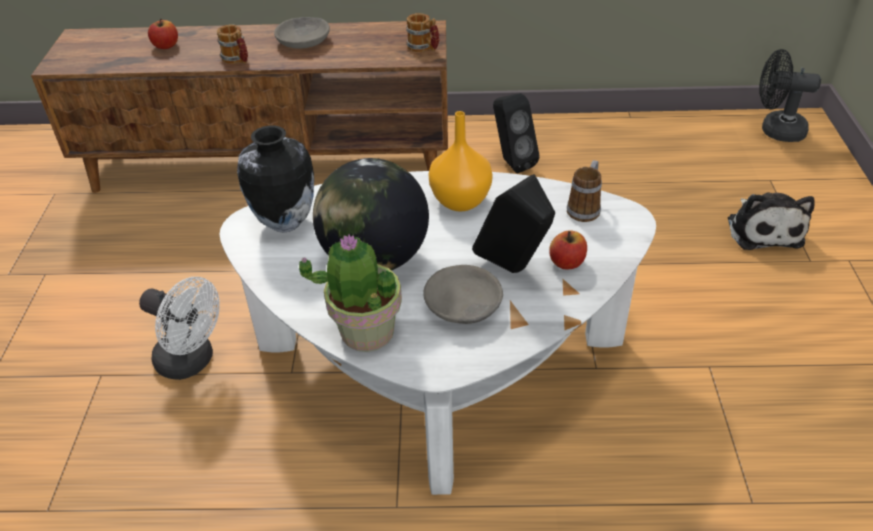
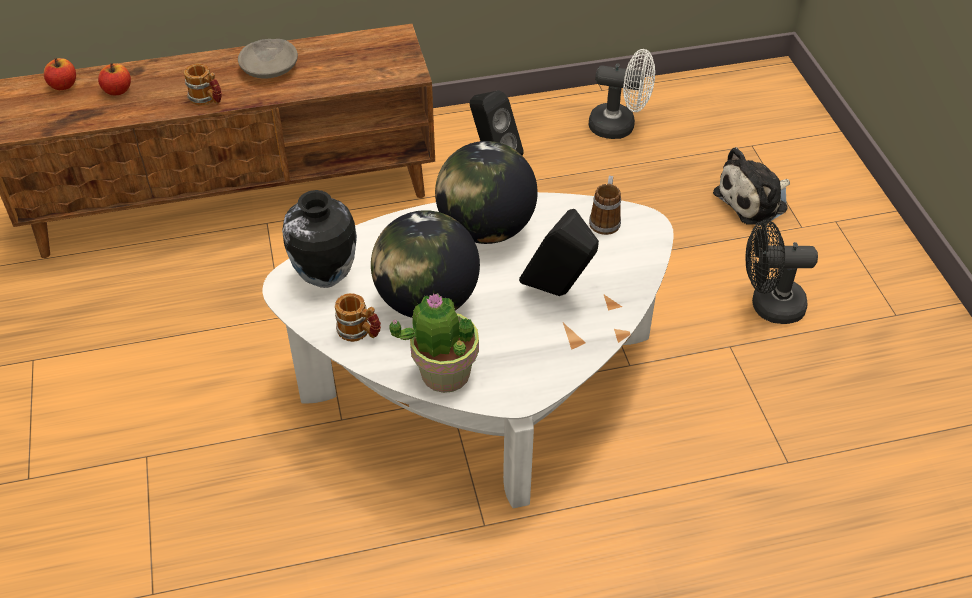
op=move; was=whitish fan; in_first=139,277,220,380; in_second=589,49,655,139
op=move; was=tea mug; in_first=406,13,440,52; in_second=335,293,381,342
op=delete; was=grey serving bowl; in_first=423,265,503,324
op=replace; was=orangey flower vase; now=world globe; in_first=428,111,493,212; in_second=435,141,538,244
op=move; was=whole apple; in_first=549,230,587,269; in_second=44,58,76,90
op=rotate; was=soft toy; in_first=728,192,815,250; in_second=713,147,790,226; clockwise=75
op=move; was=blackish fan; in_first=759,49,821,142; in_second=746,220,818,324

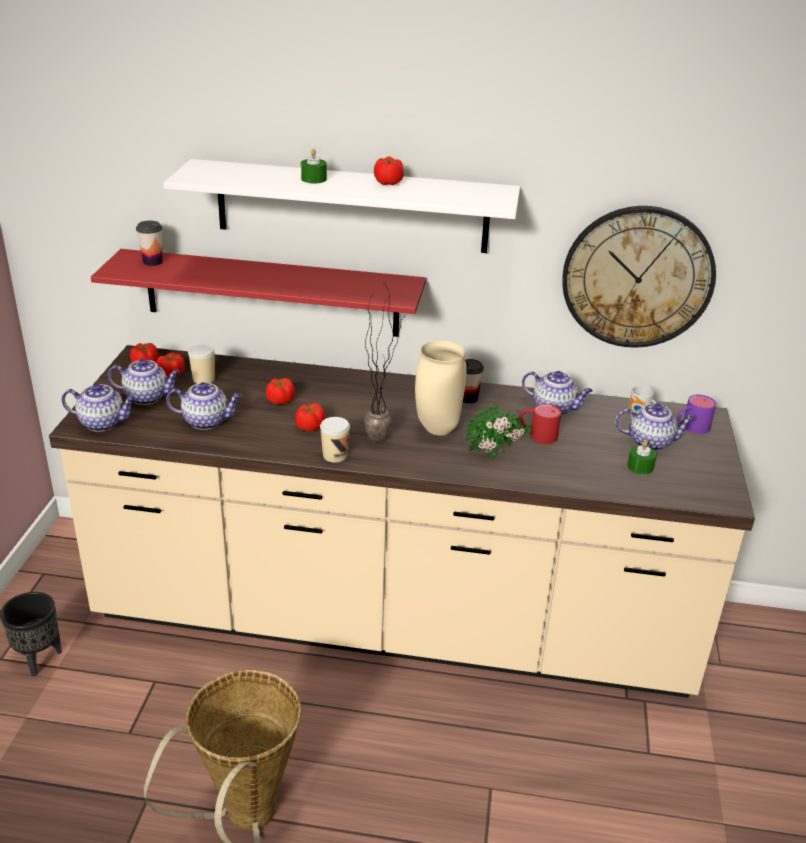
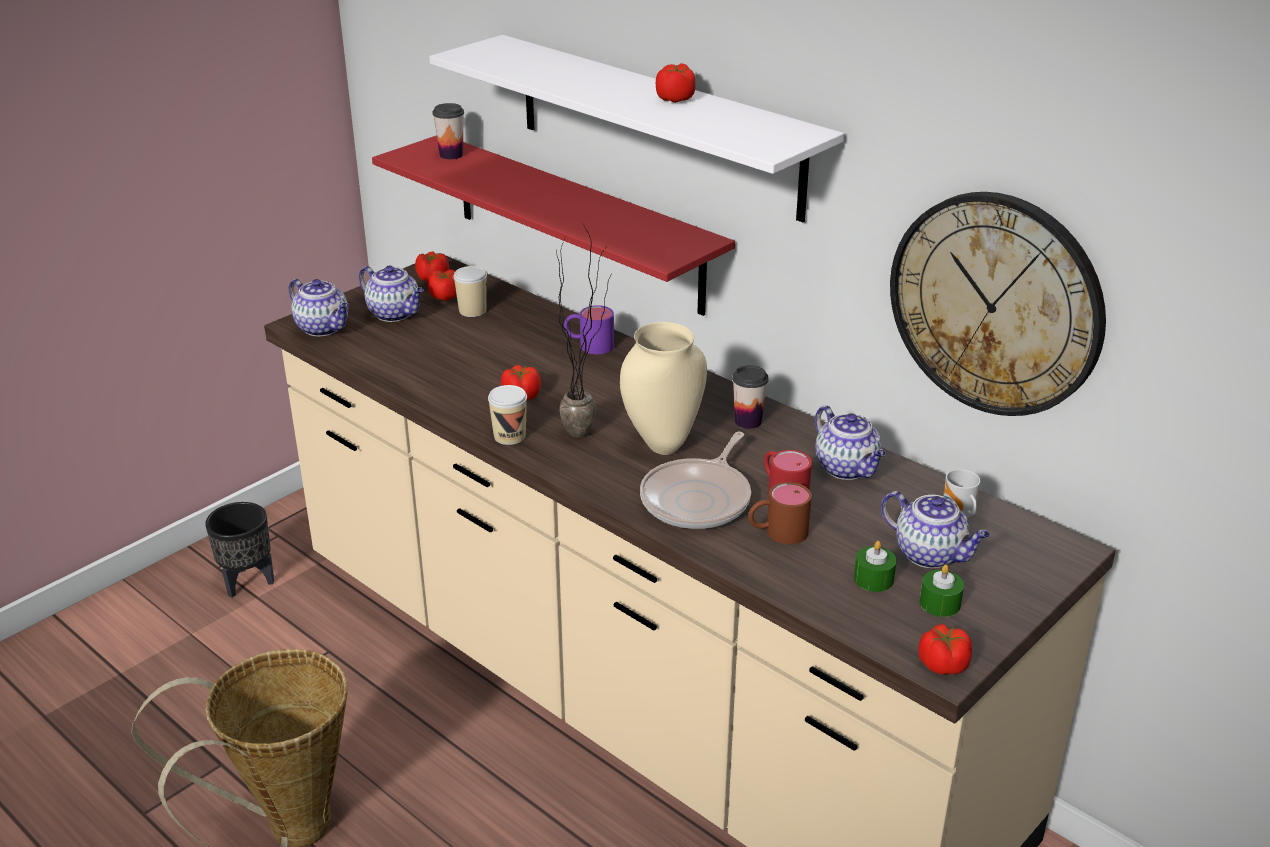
op=delete; was=pot for tea; in_first=166,382,242,430
op=move; was=fresh tomato; in_first=266,378,295,405; in_second=918,624,972,674
op=move; was=green-coloured wax light; in_first=301,149,327,183; in_second=920,565,964,617
op=replace; was=plant in a pot; now=pan; in_first=465,404,533,458; in_second=640,431,751,529
op=move; was=purplish tea mug; in_first=677,395,716,434; in_second=564,305,614,354
op=insert; now=brown-coloured tea mug; in_second=748,482,812,544

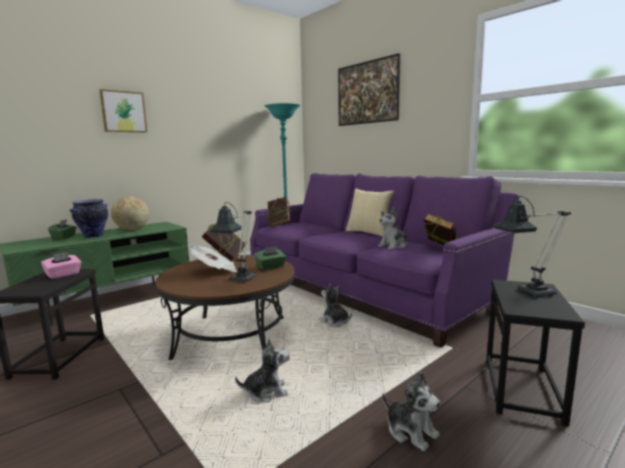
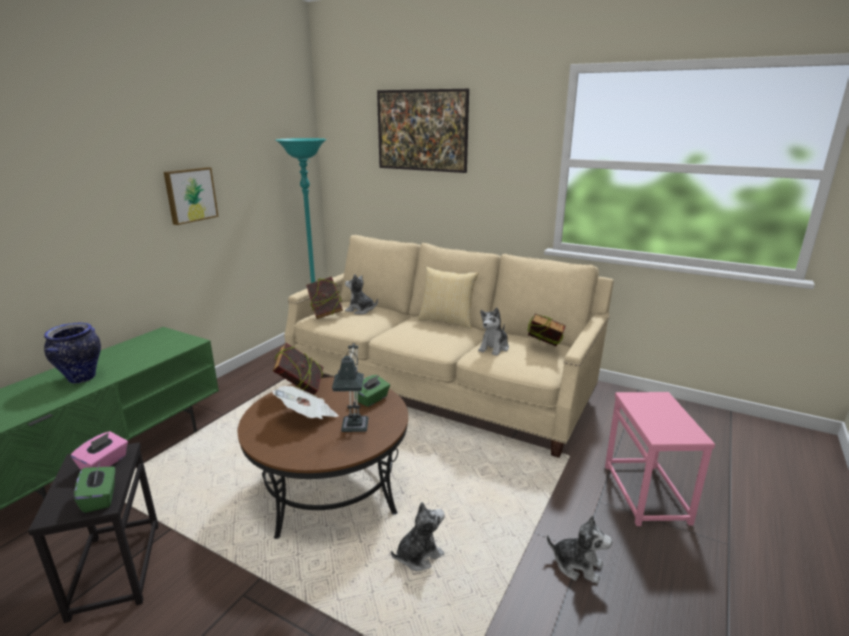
op=move; was=green-coloured tissue holder; in_first=48,219,76,240; in_second=74,463,115,513
op=move; was=wall art; in_first=99,89,147,132; in_second=164,167,219,225
op=delete; was=world globe; in_first=111,196,149,230
op=recolor; was=purplish settee; now=beige-coloured settee; in_first=250,173,519,348; in_second=284,235,614,458
op=move; was=soft toy; in_first=319,284,352,327; in_second=345,274,378,315
op=recolor; was=blackish side table; now=pinkish side table; in_first=486,280,585,426; in_second=605,392,715,526
op=delete; was=table lamp; in_first=494,196,571,297

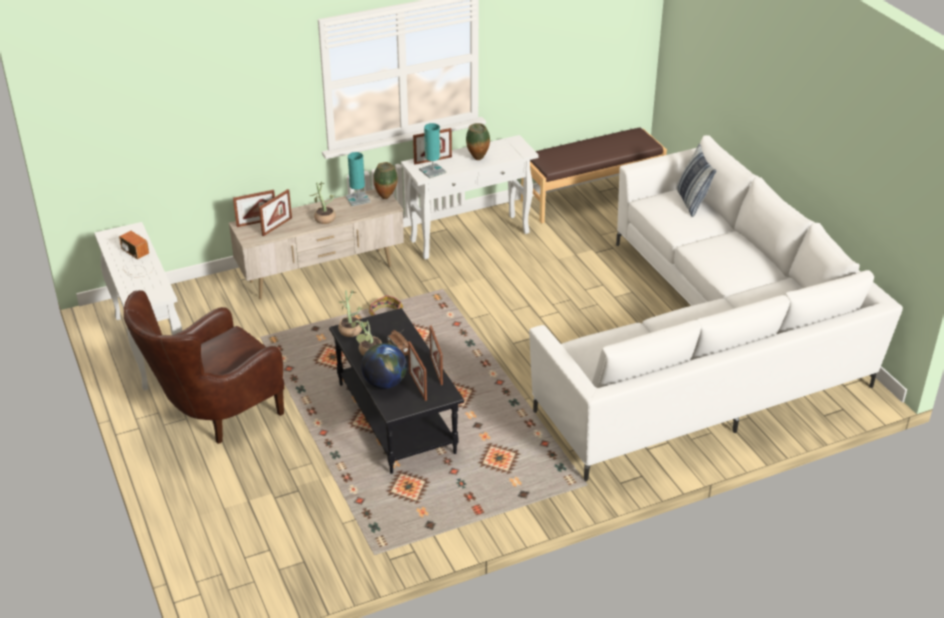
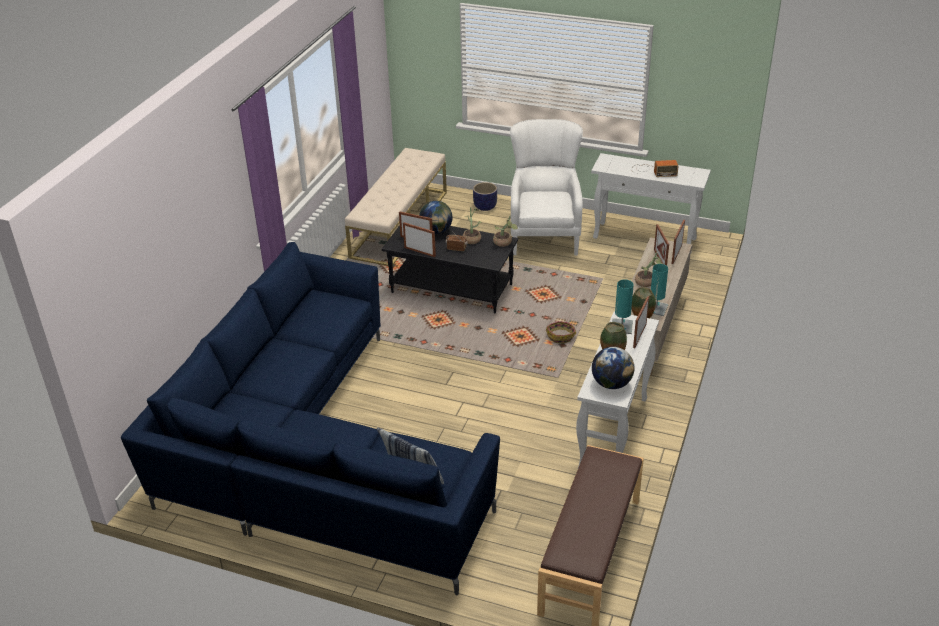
op=recolor; was=brown-coloured lounge chair; now=whitish lounge chair; in_first=124,290,284,444; in_second=510,119,583,255
op=recolor; was=whitish settee; now=bluish settee; in_first=529,135,903,482; in_second=121,242,500,595
op=insert; now=beige-coloured long seat; in_second=345,148,447,266
op=insert; now=flower pot; in_second=473,182,497,211
op=insert; now=world globe; in_second=592,347,635,389

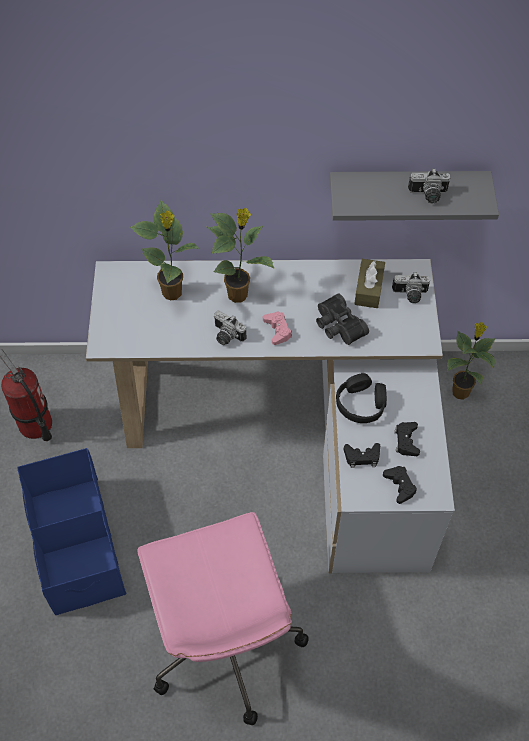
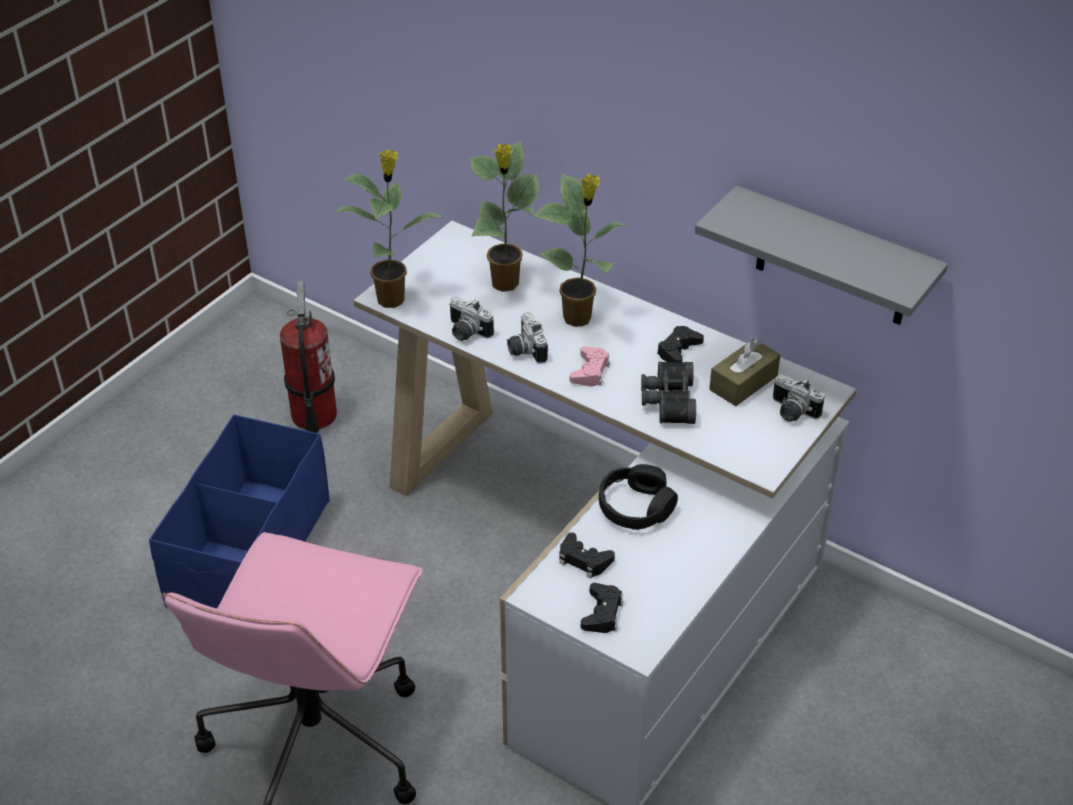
op=move; was=blackish game controller; in_first=394,422,420,456; in_second=657,326,704,362
op=move; was=photo camera; in_first=408,168,450,203; in_second=449,297,494,341
op=move; was=plant in a pot; in_first=447,322,496,400; in_second=332,150,443,308

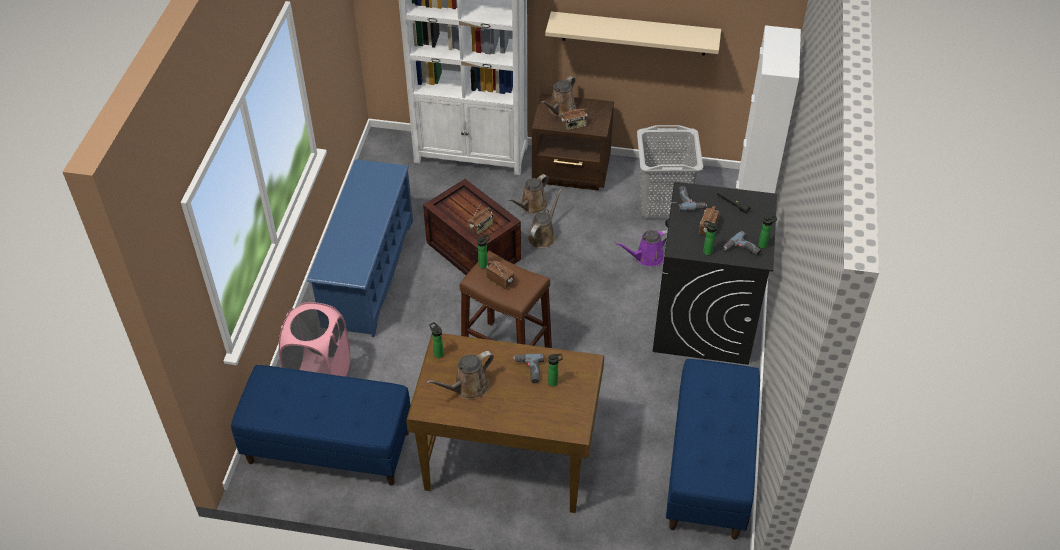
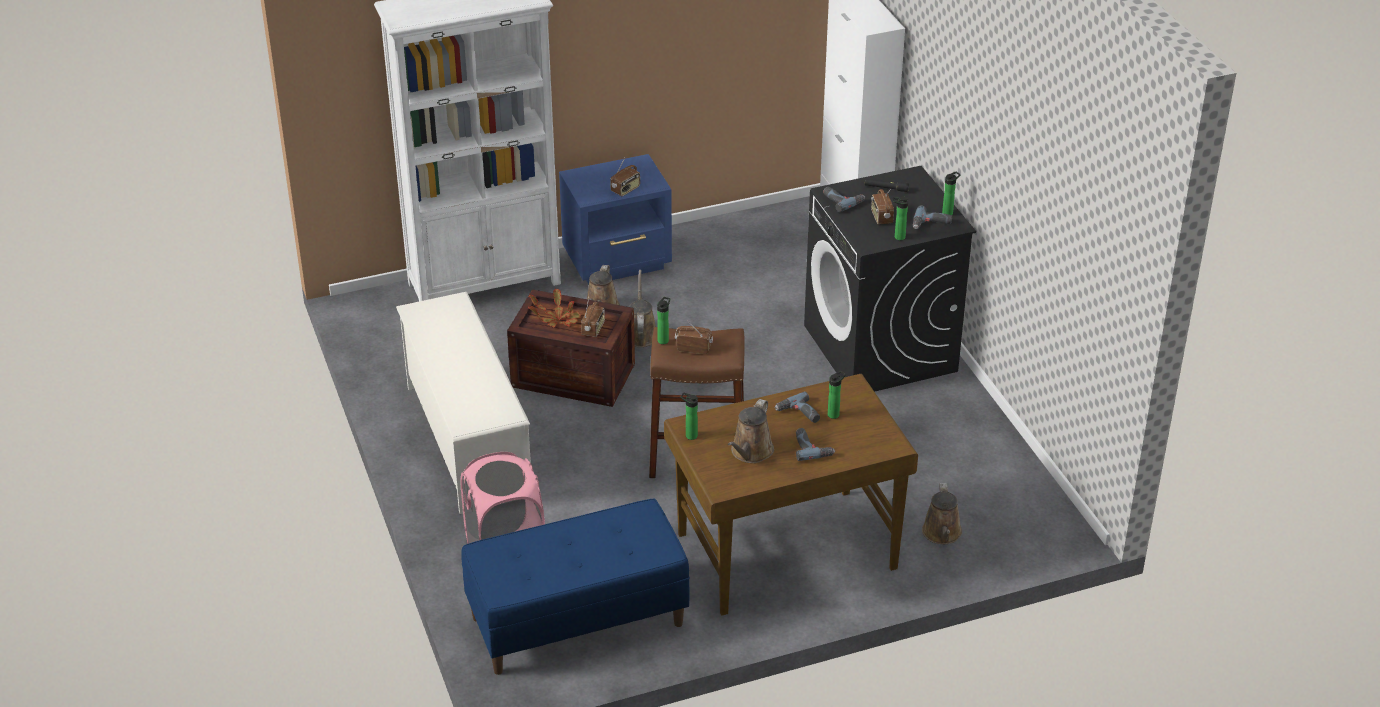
op=recolor; was=bluish shoe shelf; now=whitish shoe shelf; in_first=307,159,413,337; in_second=396,292,531,514
op=recolor; was=brown-coloured night table; now=bluish night table; in_first=532,93,614,191; in_second=559,154,672,284
op=move; was=brown-coloured sprinkling can; in_first=541,76,576,117; in_second=922,483,962,544
op=delete; was=beige-coloured shelf; in_first=545,11,721,55
op=delete; was=purplish sprinkling can; in_first=616,230,667,266
op=delete; was=grey hamper; in_first=637,125,703,219
op=delete; was=bluish long seat; in_first=666,359,760,540
op=insert; now=plant in a pot; in_second=528,288,581,328
op=insert; now=drill; in_second=796,428,835,461

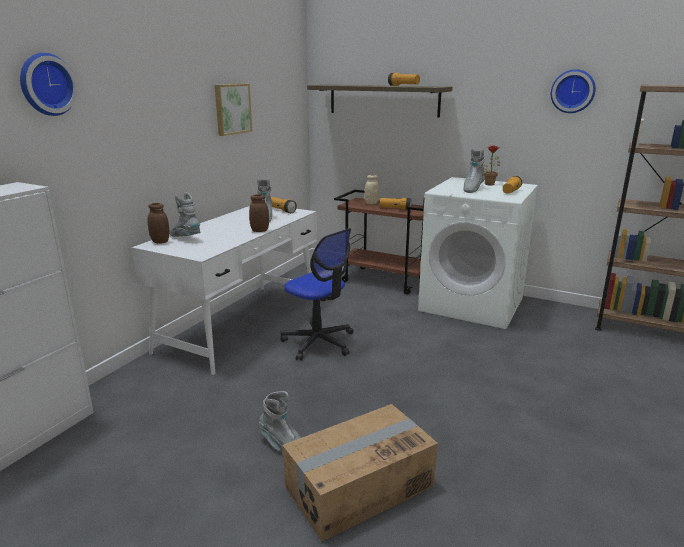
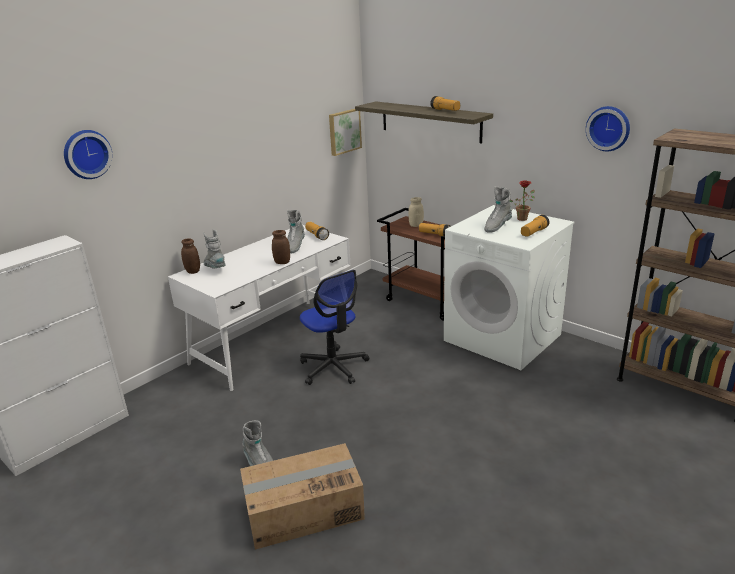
op=move; was=wall art; in_first=215,84,252,136; in_second=329,109,362,156

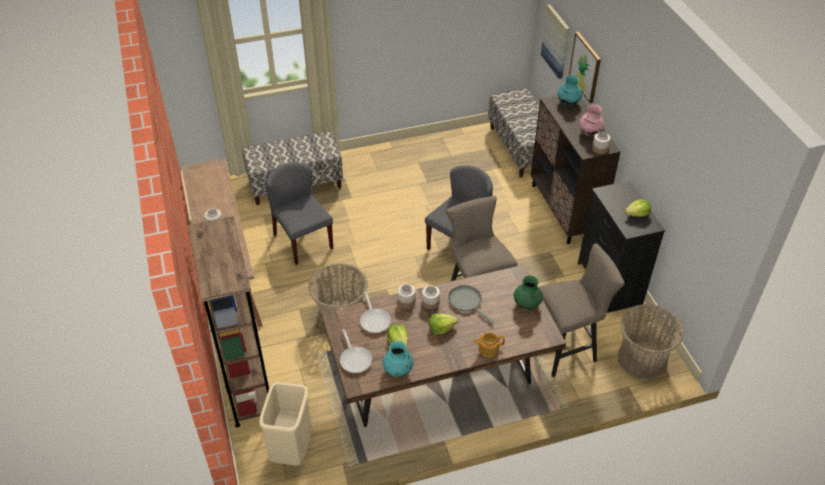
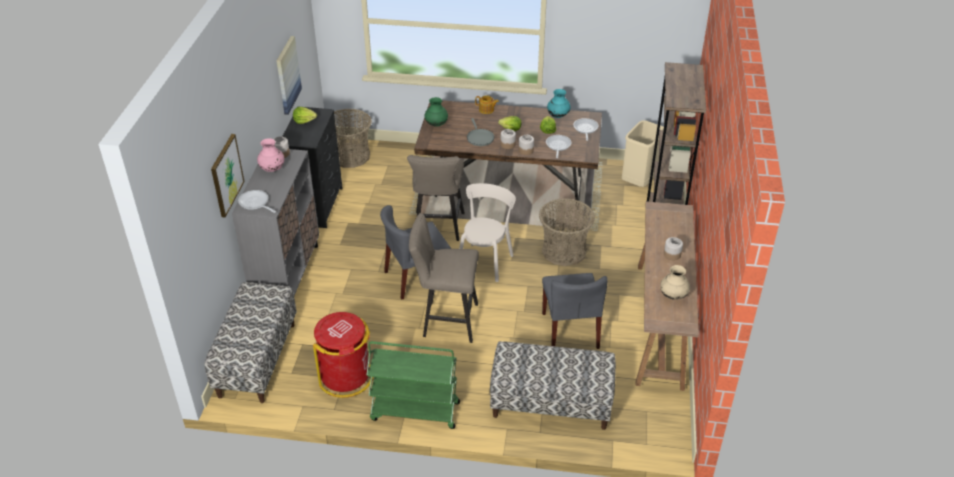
op=recolor; was=brown-coloured cabinet; now=grey cabinet; in_first=531,95,621,244; in_second=232,149,319,296
op=move; was=beige-coloured stool seat; in_first=539,243,625,377; in_second=409,213,479,343
op=move; was=wall art; in_first=541,4,570,79; in_second=276,36,302,115
op=replace; was=turquoise-coloured flower vase; now=pan; in_first=557,75,582,106; in_second=238,190,276,213
op=insert; now=red rubbish bin; in_second=313,312,373,398
op=insert; now=green-coloured cart; in_second=367,341,460,429
op=insert; now=beige-coloured chair; in_second=459,183,516,282
op=insert; now=beige-coloured flower vase; in_second=660,265,690,300

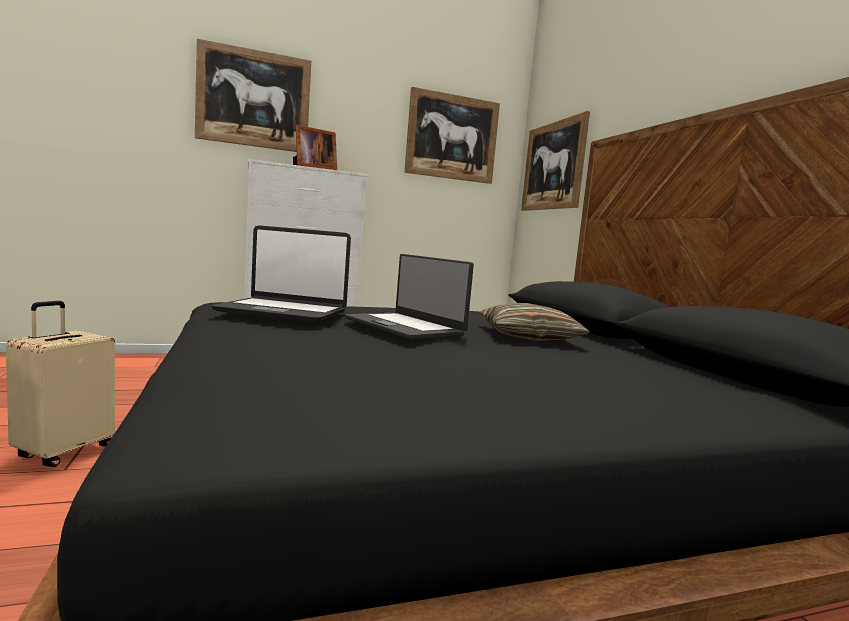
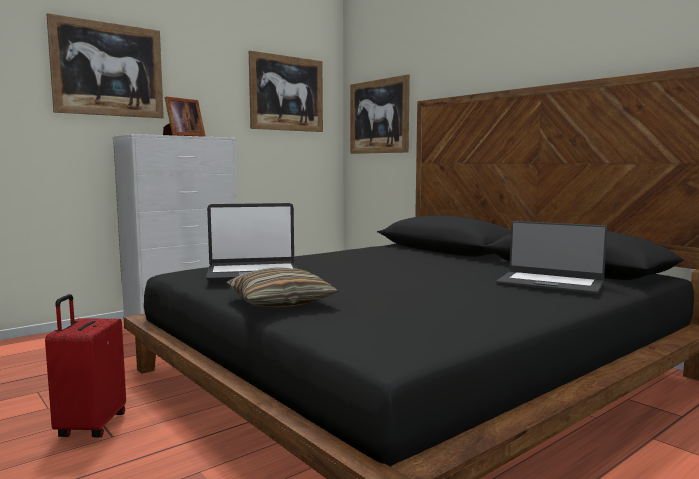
op=recolor; was=beige-coloured piece of luggage; now=red piece of luggage; in_first=6,301,115,467; in_second=45,294,126,438
op=move; was=laptop; in_first=345,254,474,340; in_second=496,221,607,295
op=move; was=cushion; in_first=480,303,590,341; in_second=226,267,339,307

